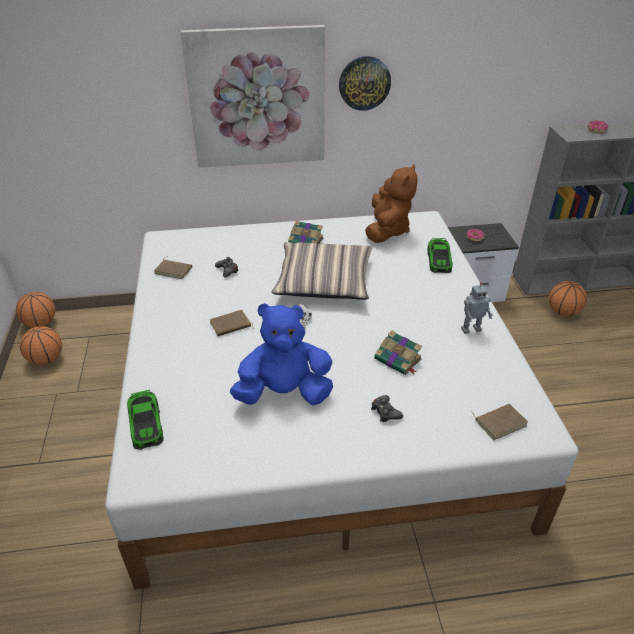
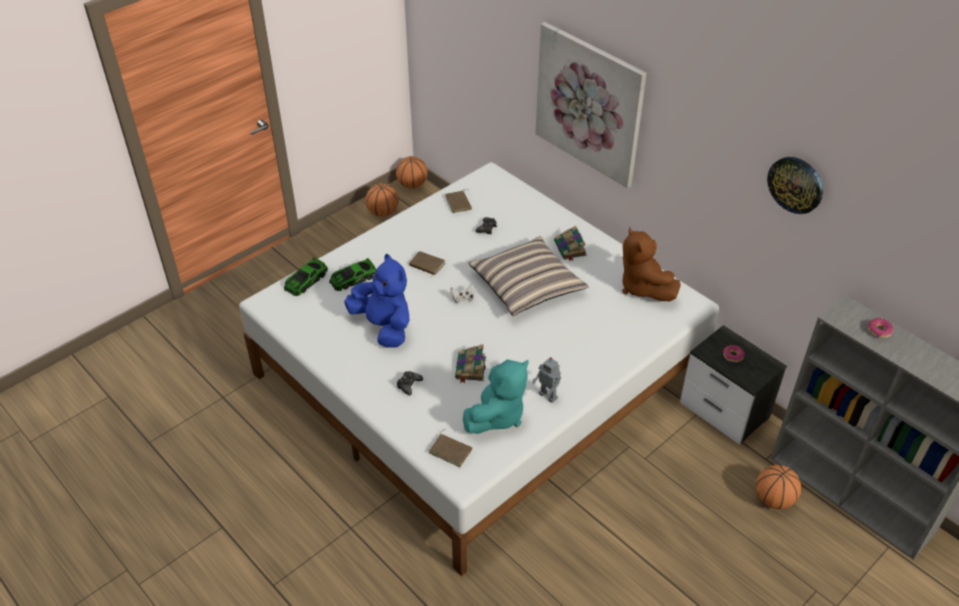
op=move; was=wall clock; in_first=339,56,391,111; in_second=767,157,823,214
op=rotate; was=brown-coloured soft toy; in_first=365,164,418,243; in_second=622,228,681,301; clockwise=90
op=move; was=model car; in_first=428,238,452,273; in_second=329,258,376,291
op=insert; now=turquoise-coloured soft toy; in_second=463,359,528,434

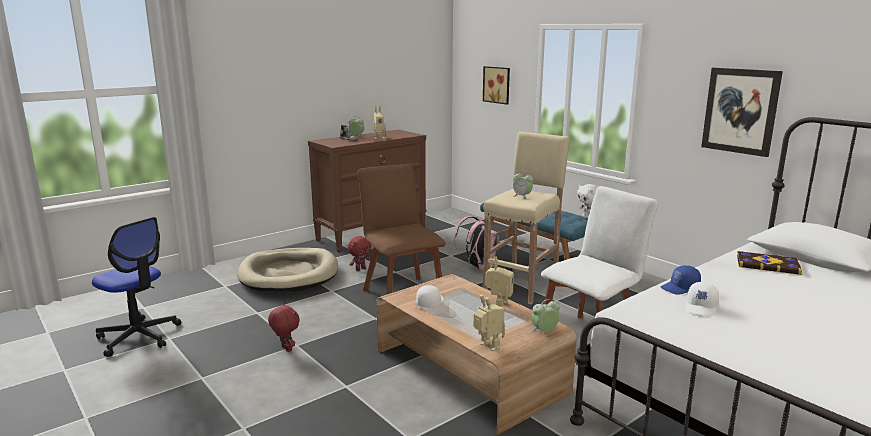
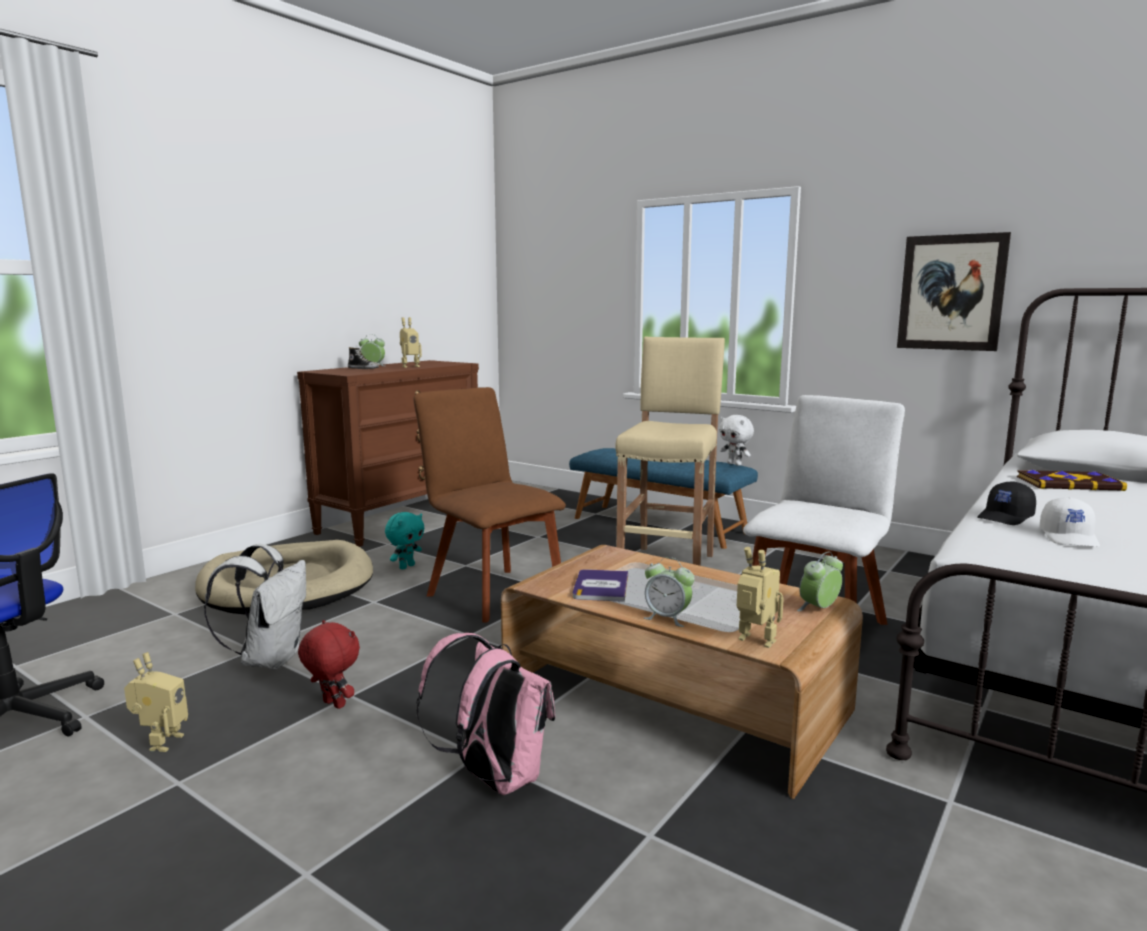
op=recolor; was=red soft toy; now=turquoise-coloured soft toy; in_first=347,236,371,271; in_second=385,512,424,569
op=replace; was=whitish peaked cap; now=bound book; in_first=416,285,444,308; in_second=573,569,628,602
op=move; was=pinkish knapsack; in_first=454,216,499,270; in_second=416,633,555,795
op=delete; was=wall art; in_first=483,66,510,104
op=move; was=toy robot; in_first=485,256,514,309; in_second=124,652,188,752
op=move; was=alarm clock; in_first=513,171,533,199; in_second=644,557,695,627
op=recolor; was=bluish peaked cap; now=blackish peaked cap; in_first=661,265,701,295; in_second=977,481,1036,525
op=insert; now=whitish knapsack; in_second=204,544,306,669

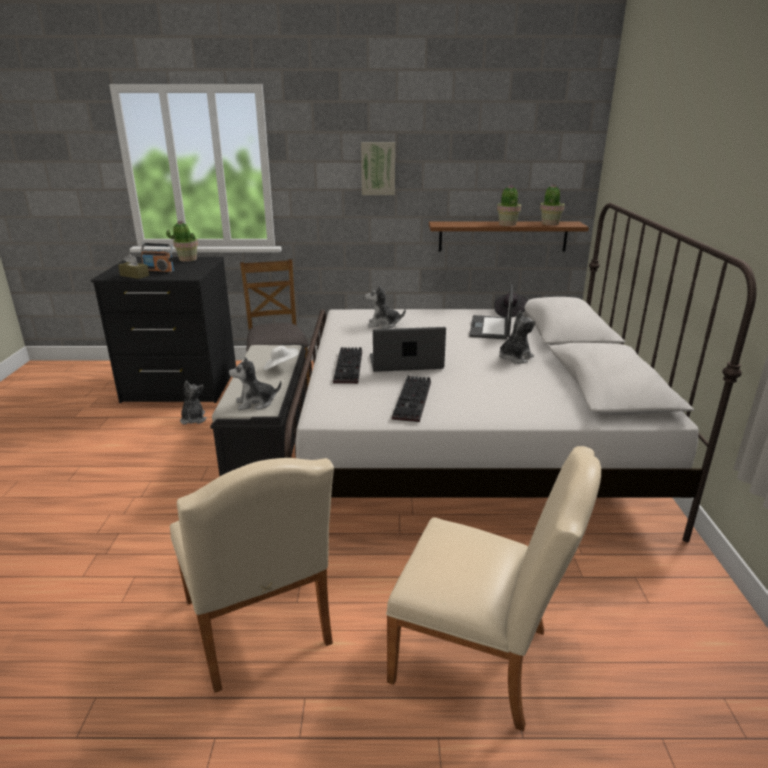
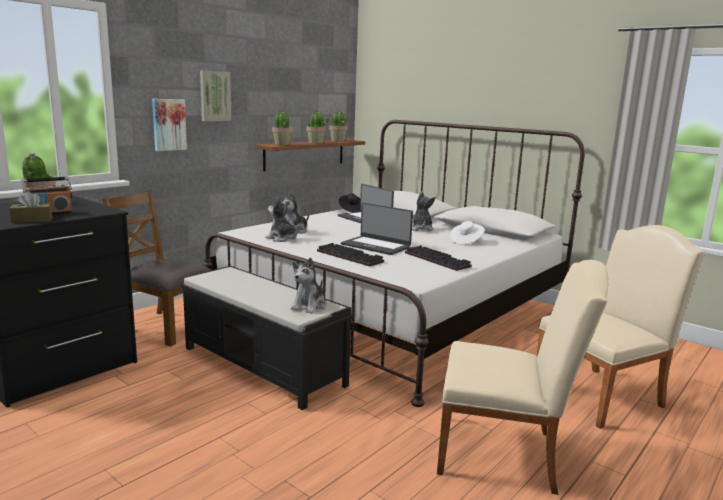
op=move; was=soft toy; in_first=180,381,207,425; in_second=265,198,300,242
op=move; was=whitish hat; in_first=264,346,299,370; in_second=450,221,485,244
op=rotate; was=laptop; in_first=370,327,446,372; in_second=341,203,413,255; clockwise=-90
op=insert; now=wall art; in_second=152,99,187,151
op=insert; now=plant in a pot; in_second=272,110,293,145

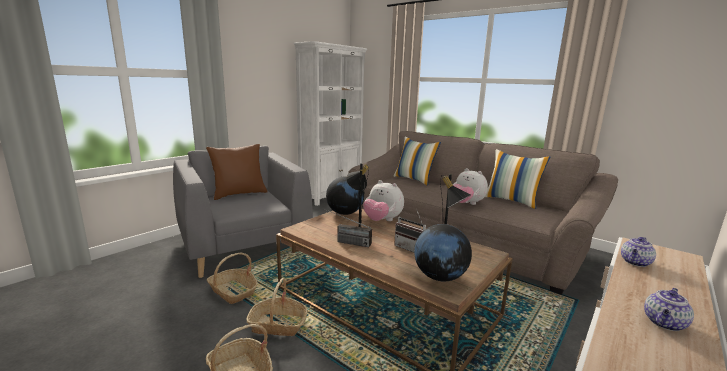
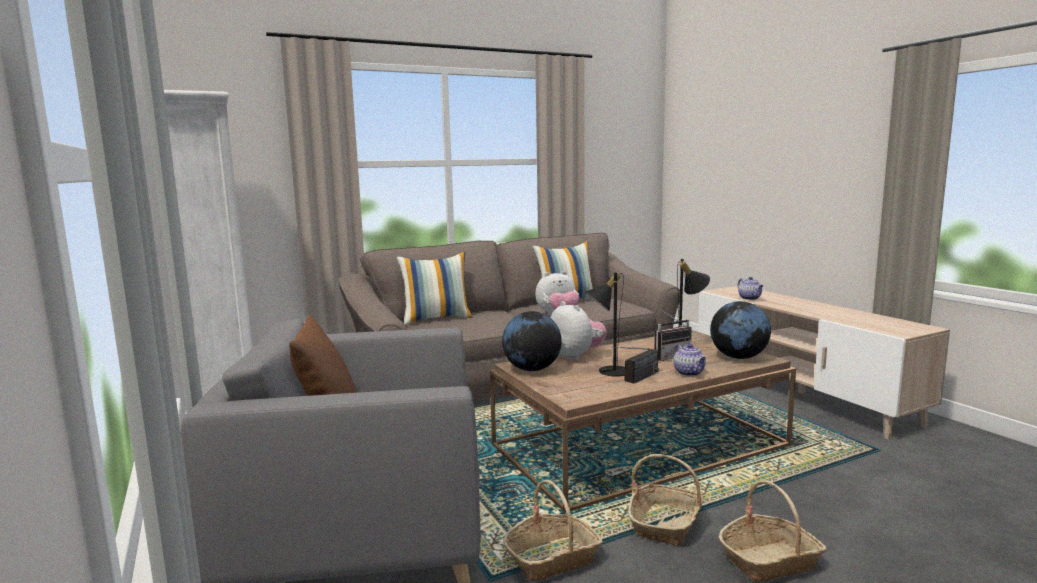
op=rotate; was=soft toy; in_first=363,180,404,221; in_second=550,301,606,360; clockwise=-90
op=move; was=pot for tea; in_first=644,288,694,331; in_second=673,344,706,376

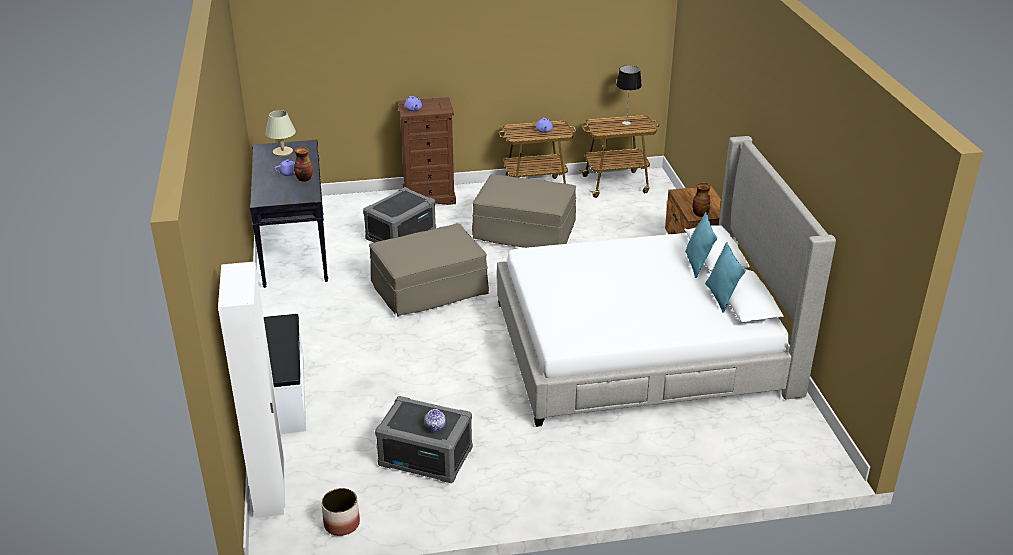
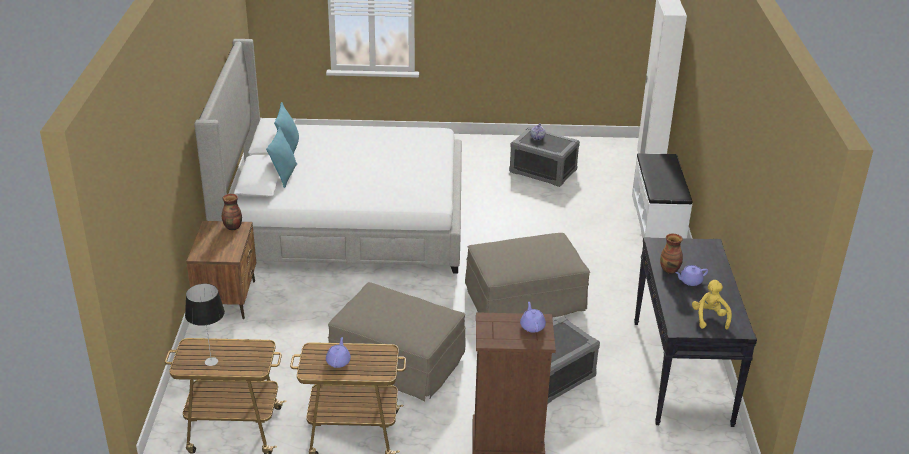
op=replace; was=beige-coloured table lamp; now=yellow soft toy; in_first=265,110,296,156; in_second=692,280,732,329
op=delete; was=flower pot; in_first=321,488,360,536

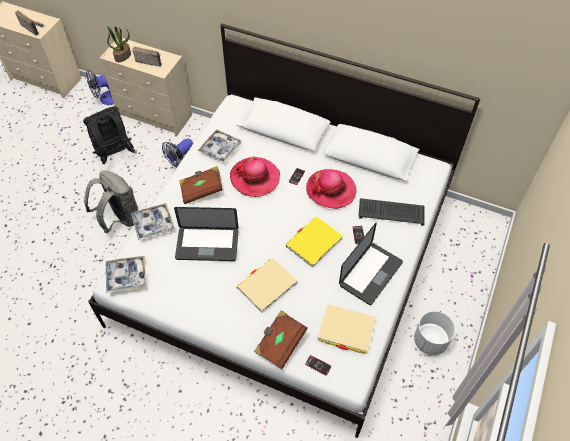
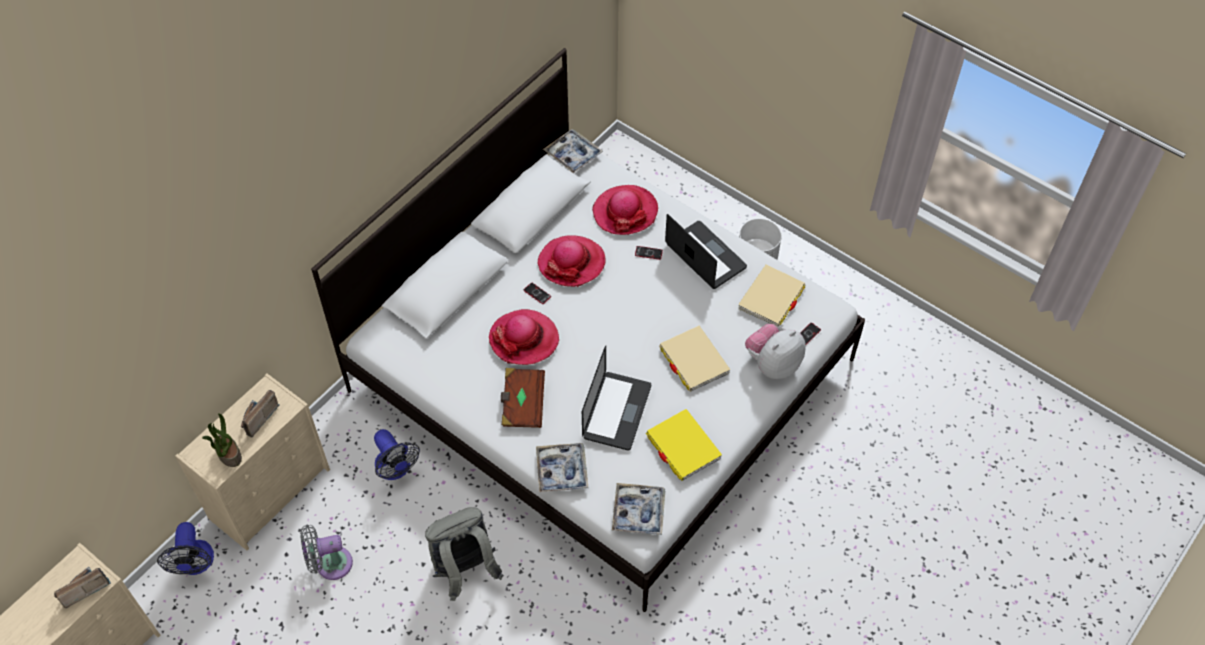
op=replace; was=blackish knapsack; now=grey fan; in_first=83,106,135,164; in_second=300,525,353,580
op=move; was=carrying tray; in_first=198,129,242,163; in_second=543,129,603,173
op=replace; was=brown-coloured bound book; now=soft toy; in_first=254,311,308,369; in_second=745,323,806,379
op=move; was=yellow bound book; in_first=286,217,343,267; in_second=646,409,722,481
op=replace; was=computer keyboard; now=hat; in_first=358,198,425,226; in_second=592,185,658,235

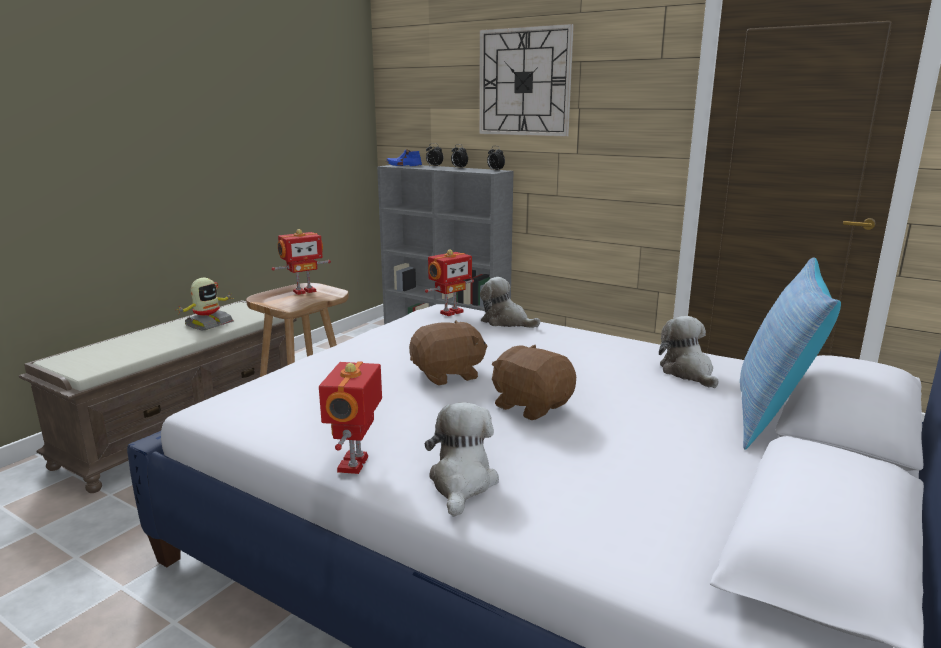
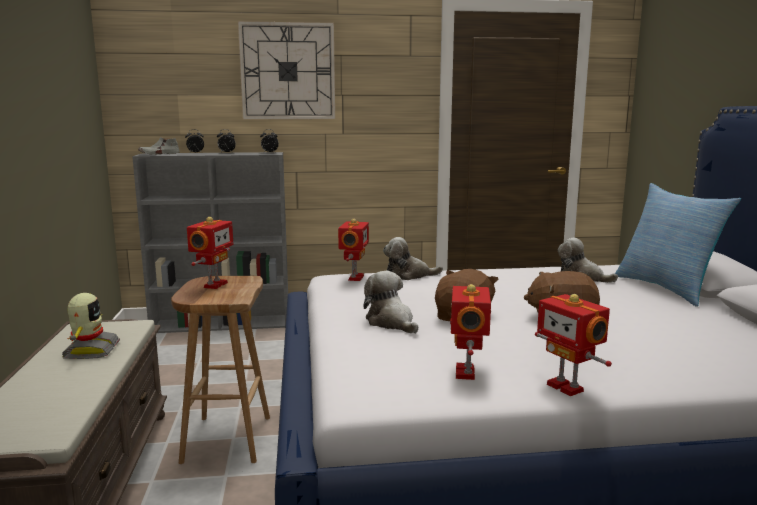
op=recolor; was=bluish item of footwear; now=grey item of footwear; in_first=386,149,422,166; in_second=138,137,180,155
op=move; was=soft toy; in_first=425,402,499,517; in_second=364,271,418,333
op=insert; now=toy robot; in_second=450,284,491,380

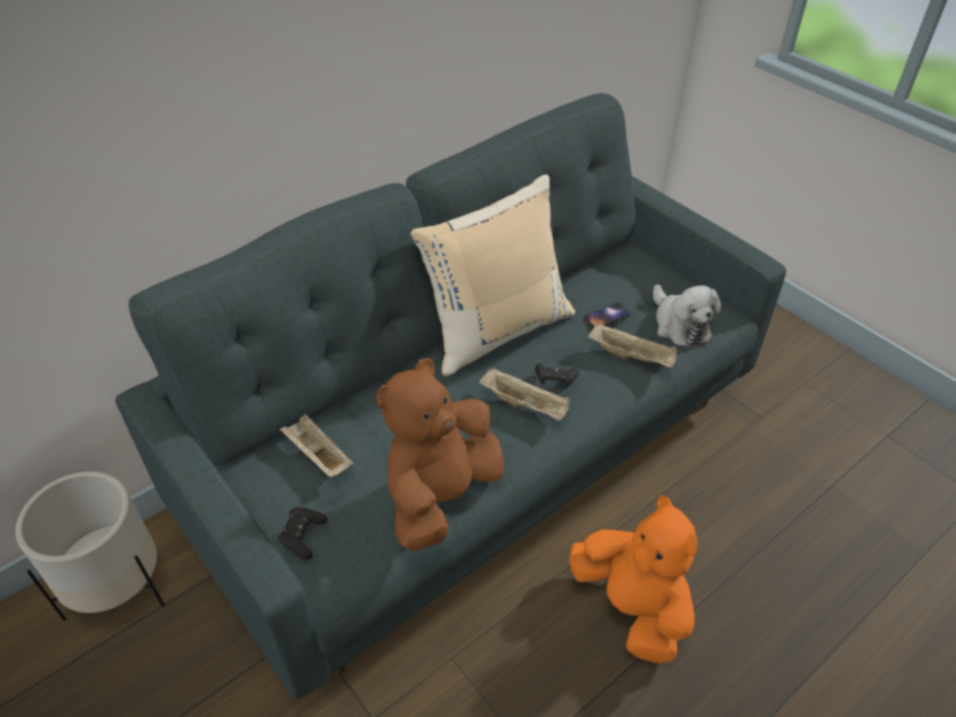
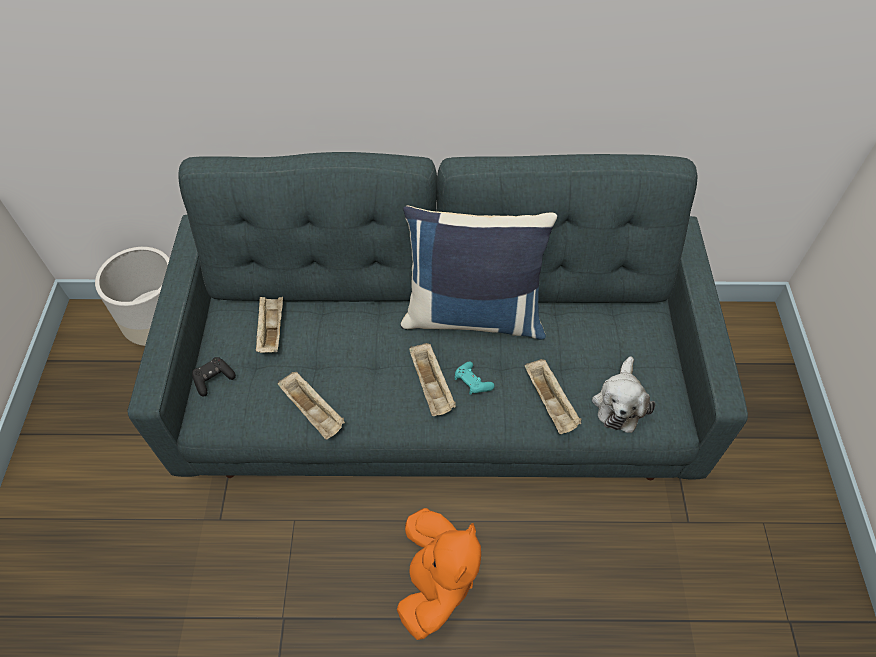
op=replace; was=brown-coloured soft toy; now=beige-coloured carrying tray; in_first=376,358,504,552; in_second=278,372,345,440
op=recolor; was=beige-coloured cushion; now=bluish cushion; in_first=411,175,575,376; in_second=400,206,557,340
op=recolor; was=blackish game controller; now=turquoise-coloured game controller; in_first=535,364,579,387; in_second=455,361,495,395
op=delete; was=handset; in_first=584,303,630,328

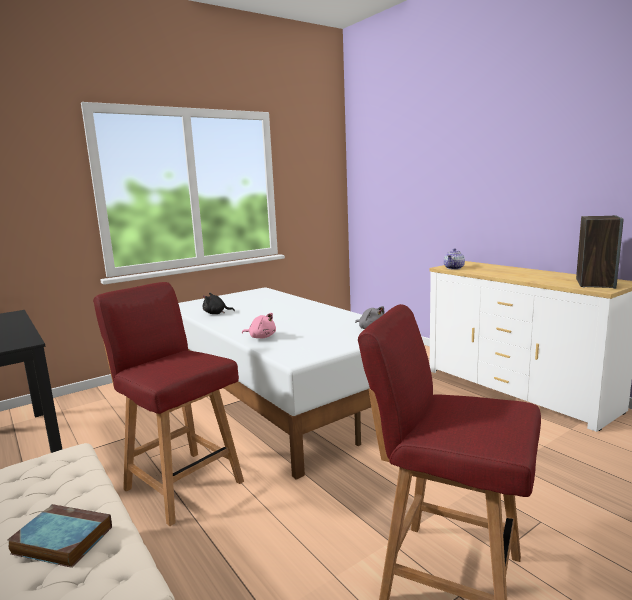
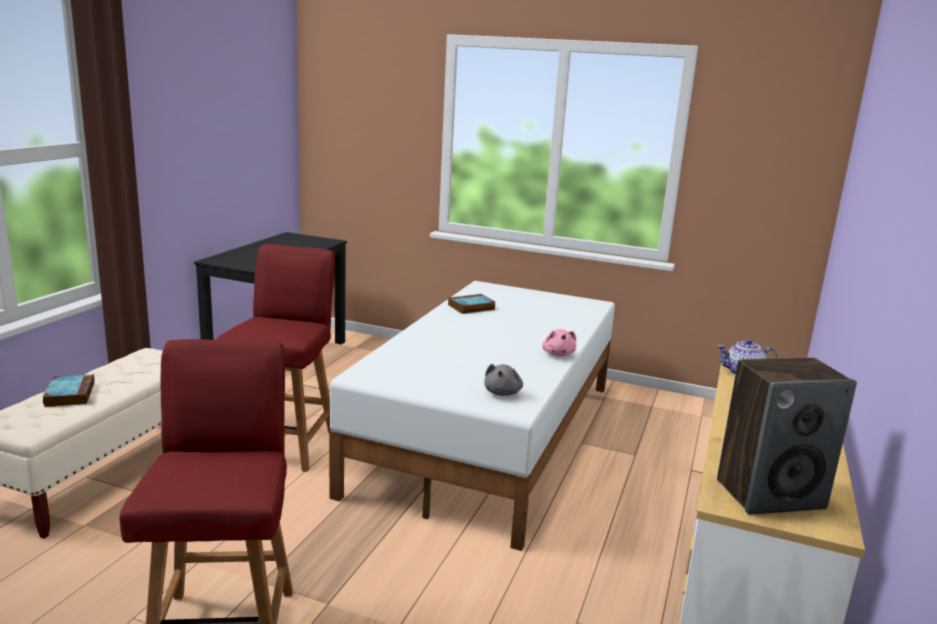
op=replace; was=blackish soft toy; now=bound book; in_first=203,293,235,314; in_second=448,294,495,314
op=move; was=pinkish soft toy; in_first=242,313,276,338; in_second=542,329,576,357

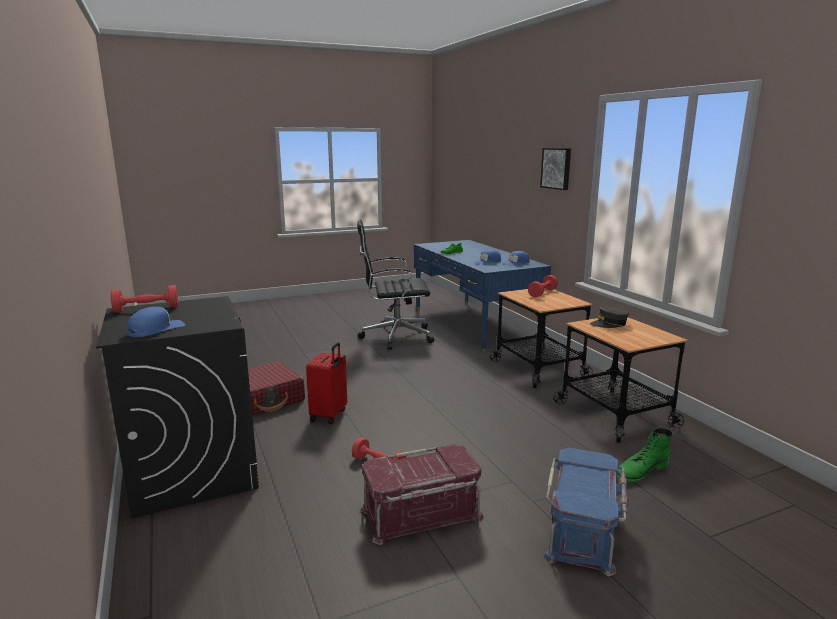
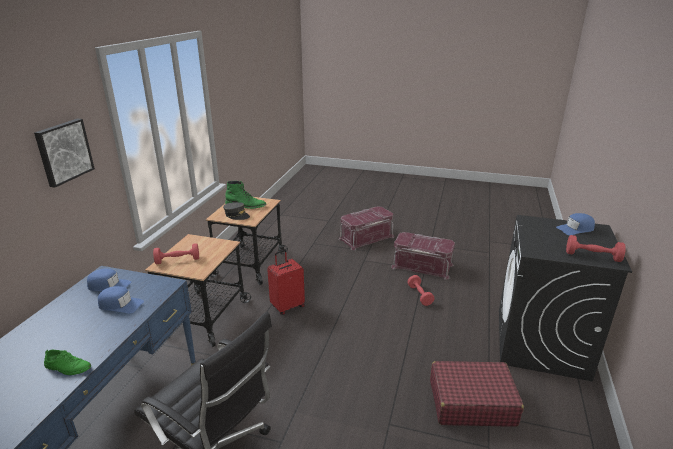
op=move; was=red piece of luggage; in_first=306,342,347,424; in_second=267,249,305,315
op=recolor; was=bluish storage container; now=red storage container; in_first=543,448,628,576; in_second=338,206,394,250
op=move; was=green-coloured boot; in_first=618,428,673,482; in_second=225,181,267,209

